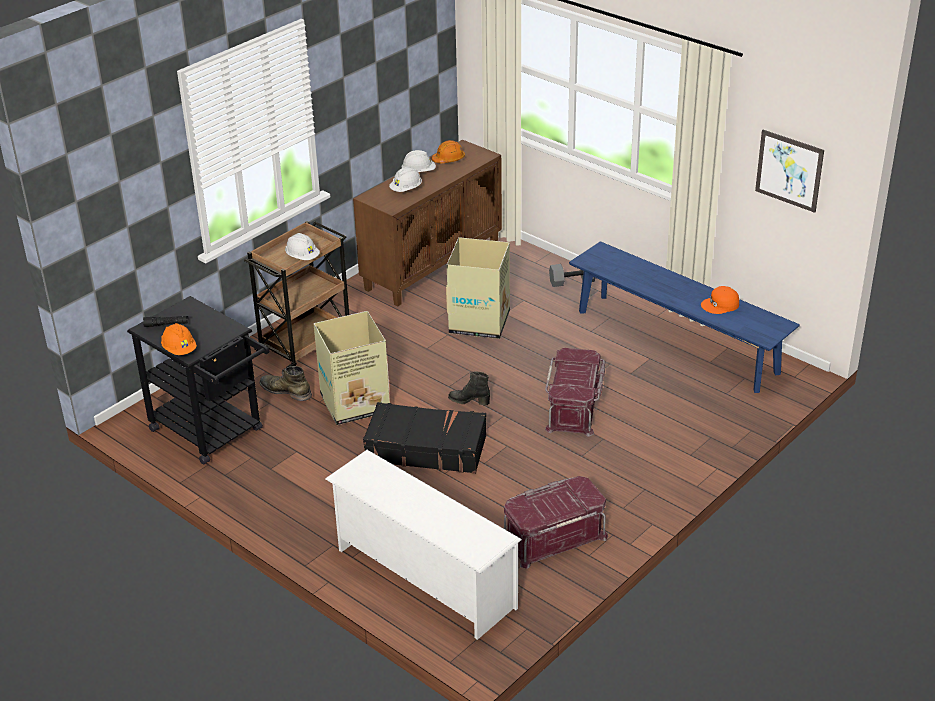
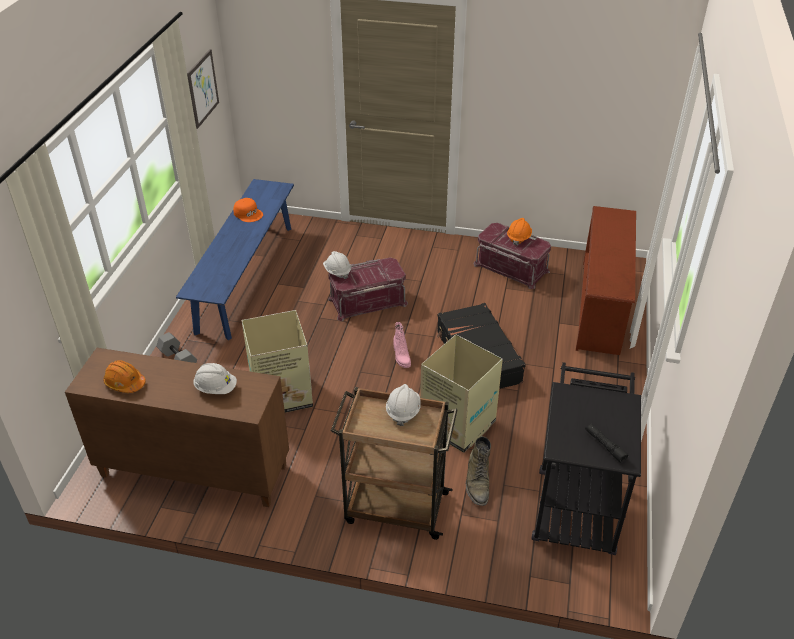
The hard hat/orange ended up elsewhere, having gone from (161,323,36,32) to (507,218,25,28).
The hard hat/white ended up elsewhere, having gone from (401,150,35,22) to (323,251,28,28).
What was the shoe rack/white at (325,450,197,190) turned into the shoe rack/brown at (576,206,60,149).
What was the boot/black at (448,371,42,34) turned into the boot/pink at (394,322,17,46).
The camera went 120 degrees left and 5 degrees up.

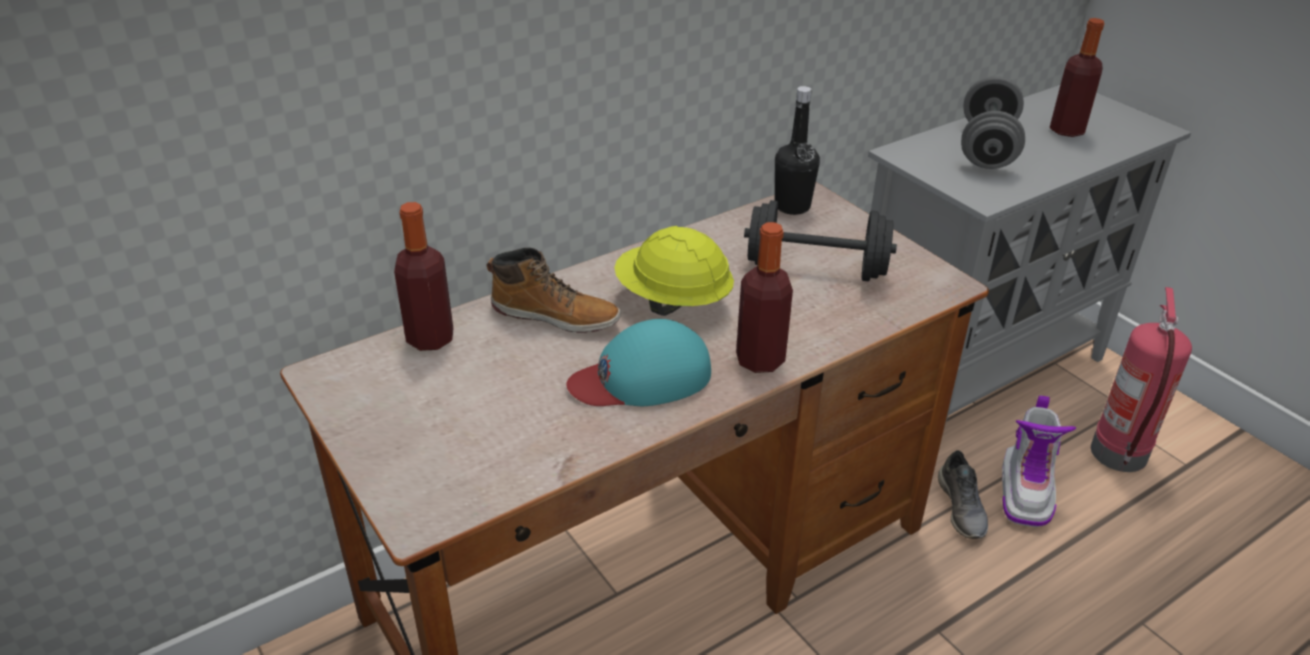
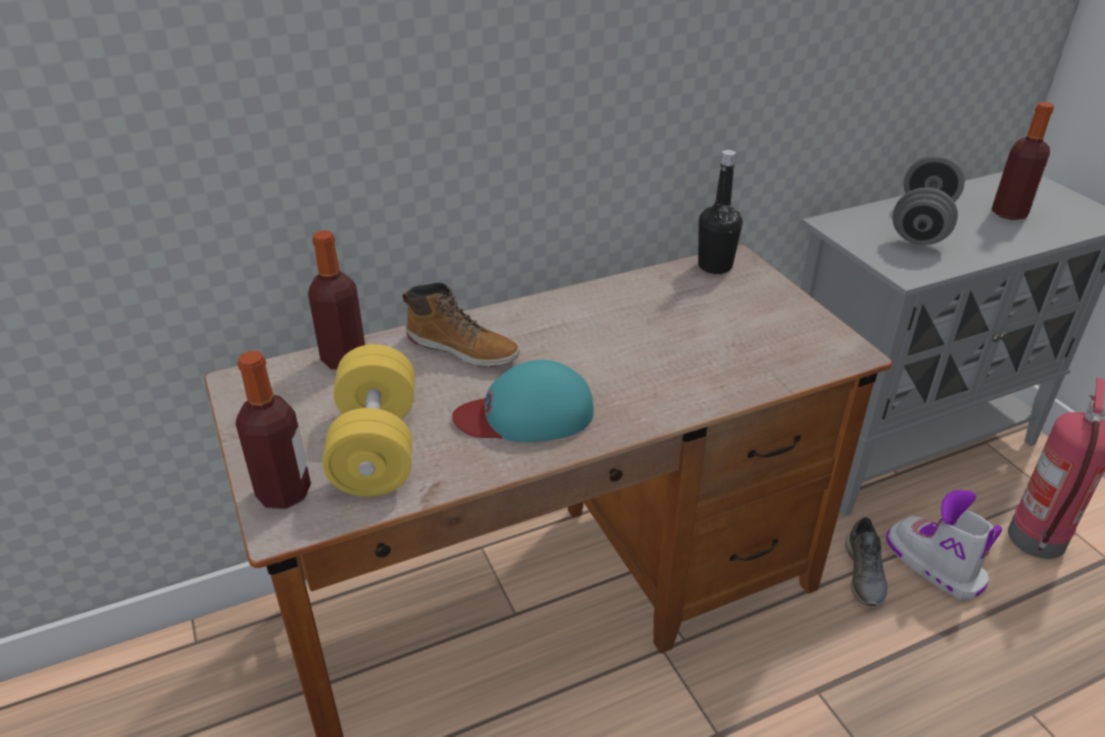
The second view lost the hard hat/yellow at (614,226,120,90).
The second view lost the dumbbell/black at (744,200,153,81).
The second view gained the dumbbell/yellow at (323,344,92,153).
The bottle ended up elsewhere, having gone from (736,222,57,151) to (235,351,76,158).
The boot at (1002,395,74,132) ended up facing another way, 120 degrees clockwise from before.
The camera went 10 degrees right and 0 degrees up.

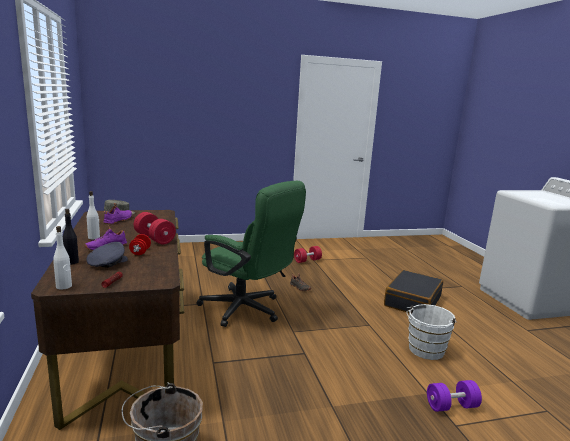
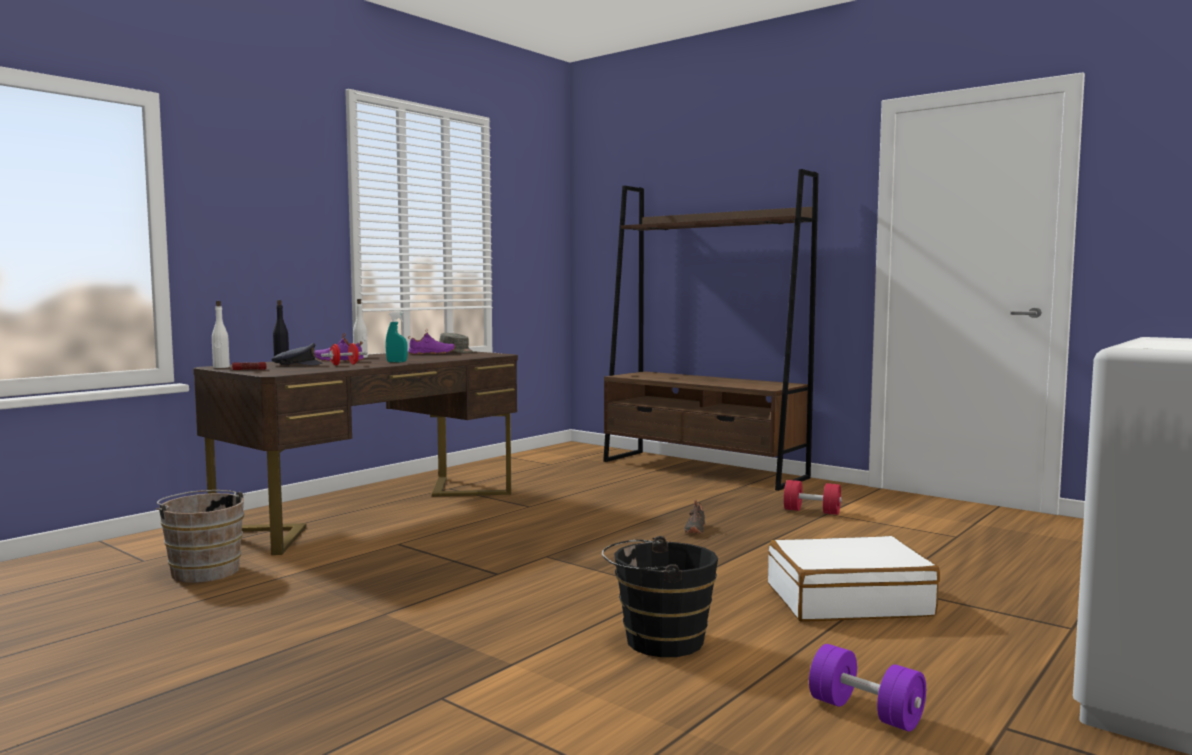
The second view lost the office chair/green at (196,181,110,146).
The second view gained the bookcase/brown at (603,169,216,322).
The dumbbell/purple ended up elsewhere, having gone from (427,380,55,32) to (809,644,117,87).
Where the dumbbell/red stood at (134,212,42,32), the spray bottle/turquoise came to stand at (385,311,22,51).
What was the suitcase/black at (384,270,59,43) turned into the suitcase/white at (768,536,172,85).
What was the bucket/white at (406,304,51,56) turned into the bucket/black at (602,536,116,121).
The camera went 55 degrees right and 10 degrees down.

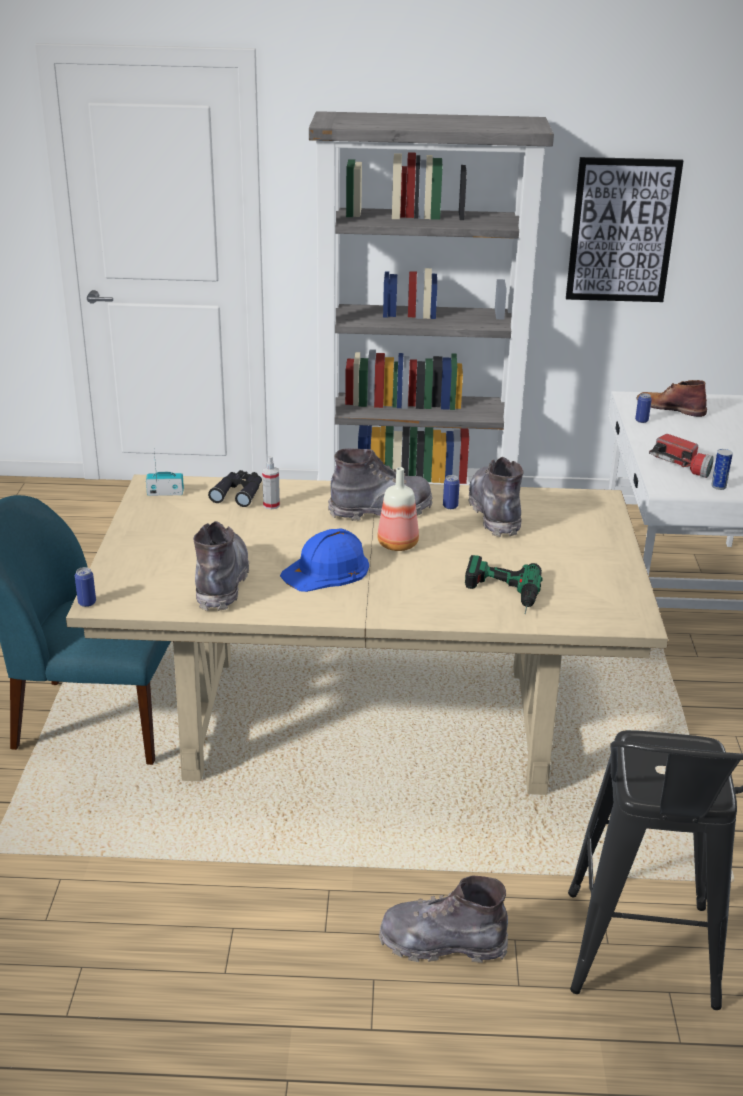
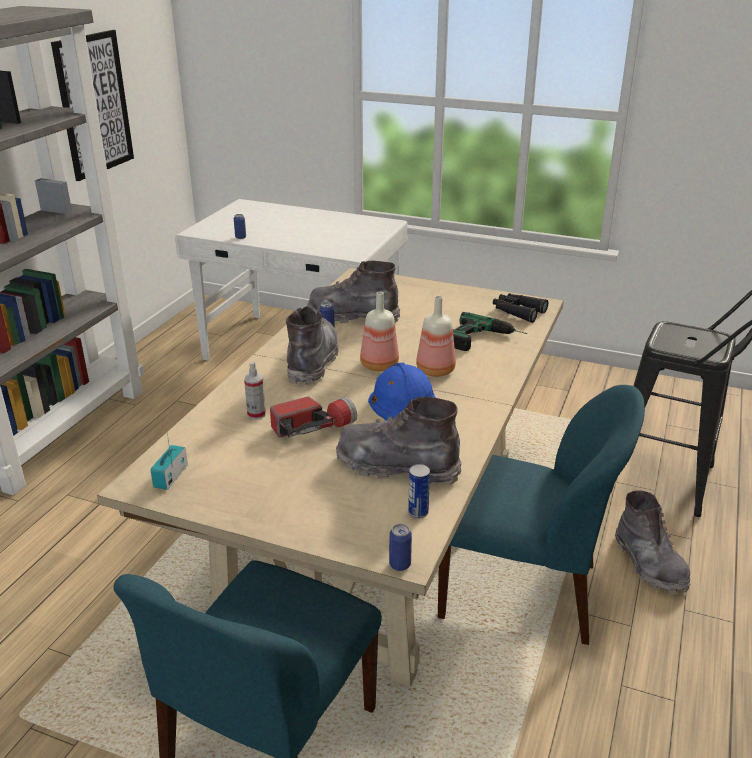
The second view lost the boot/brown at (637,380,70,37).
The second view gained the bottle at (416,296,40,81).
The second view gained the chair/blue at (438,385,207,260).
The binoculars/black ended up elsewhere, having gone from (208,470,54,37) to (493,293,55,30).
The flashlight ended up elsewhere, having gone from (649,434,65,44) to (270,396,87,42).
The can ended up elsewhere, having gone from (711,449,22,41) to (408,464,22,55).
The boot/grey at (379,875,129,88) ended up facing another way, 45 degrees counterclockwise from before.
The camera went 70 degrees left and 0 degrees up.

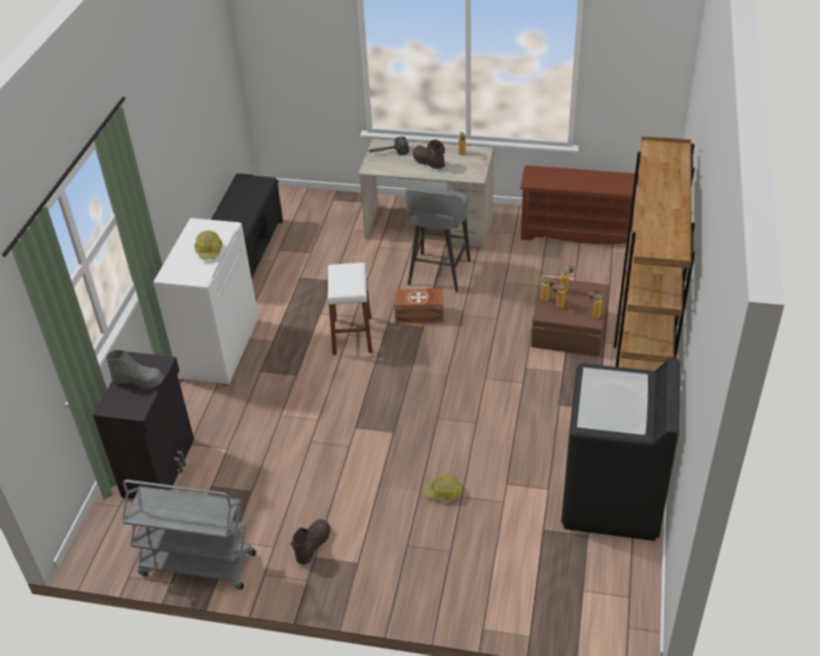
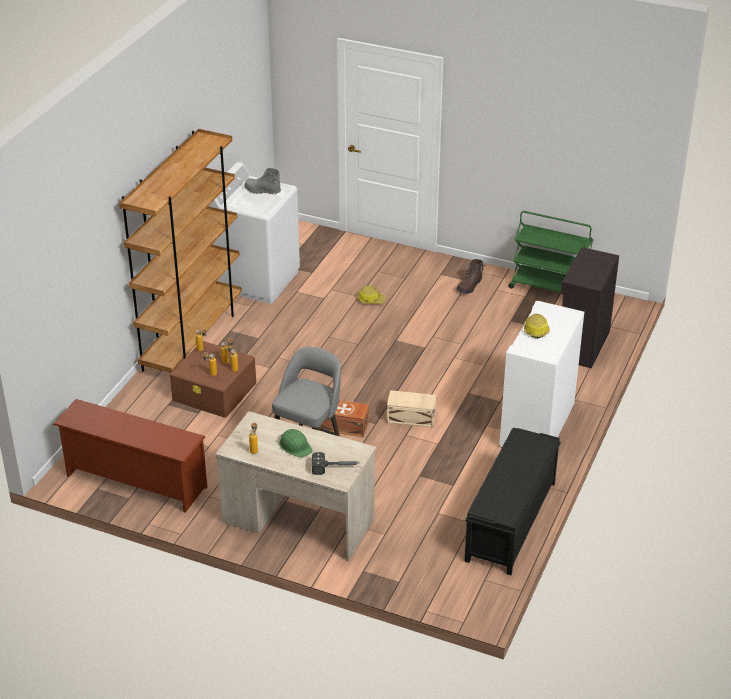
The boot/grey ended up elsewhere, having gone from (106,350,58,39) to (244,168,37,26).
Where the stool/white stood at (328,263,45,92), the storage box/beige came to stand at (387,390,49,37).
Where the boot/brown stood at (413,140,32,29), the hard hat/green came to stand at (279,429,34,29).
What was the cart/grey at (122,480,134,110) turned into the cart/green at (509,211,84,82).
What was the washing machine/black at (561,358,119,183) turned into the washing machine/white at (209,162,91,142).
The camera went 170 degrees left and 5 degrees down.

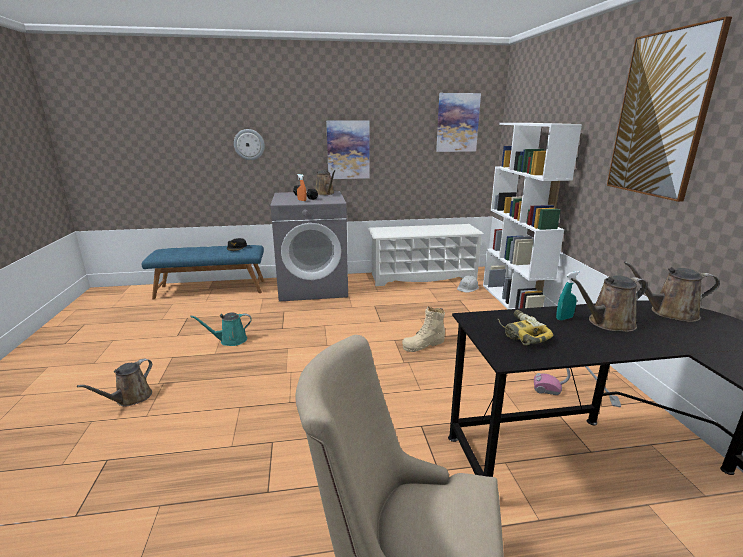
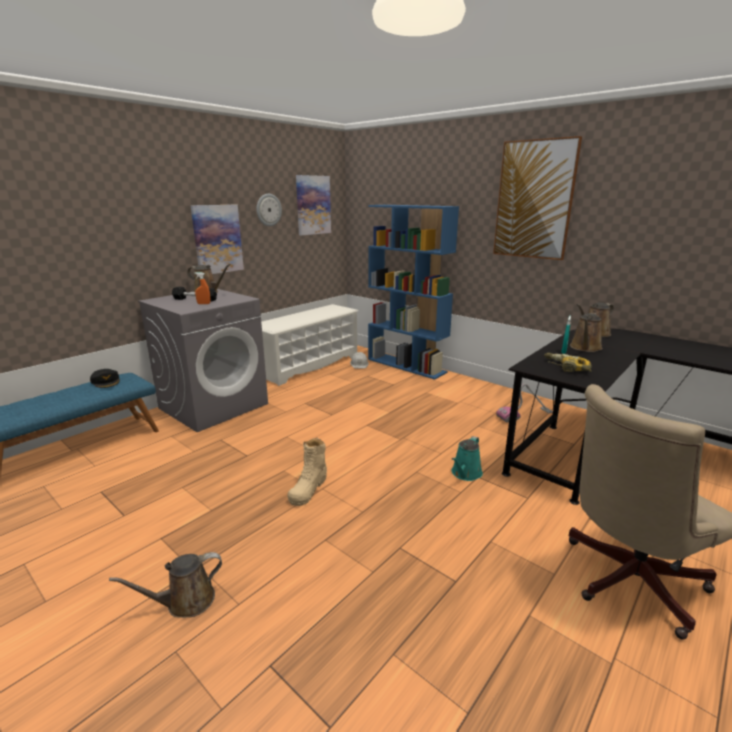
The watering can/turquoise ended up elsewhere, having gone from (190,312,62,34) to (452,436,31,45).
The wall clock ended up elsewhere, having gone from (234,129,31,31) to (256,194,26,32).
The boot/beige ended up elsewhere, having gone from (402,307,43,45) to (287,438,40,68).
What was the bookcase/white at (483,123,99,186) turned into the bookcase/blue at (368,205,91,175).
The watering can/brown at (77,359,75,47) ended up facing another way, 75 degrees clockwise from before.
The camera went 40 degrees left and 0 degrees up.

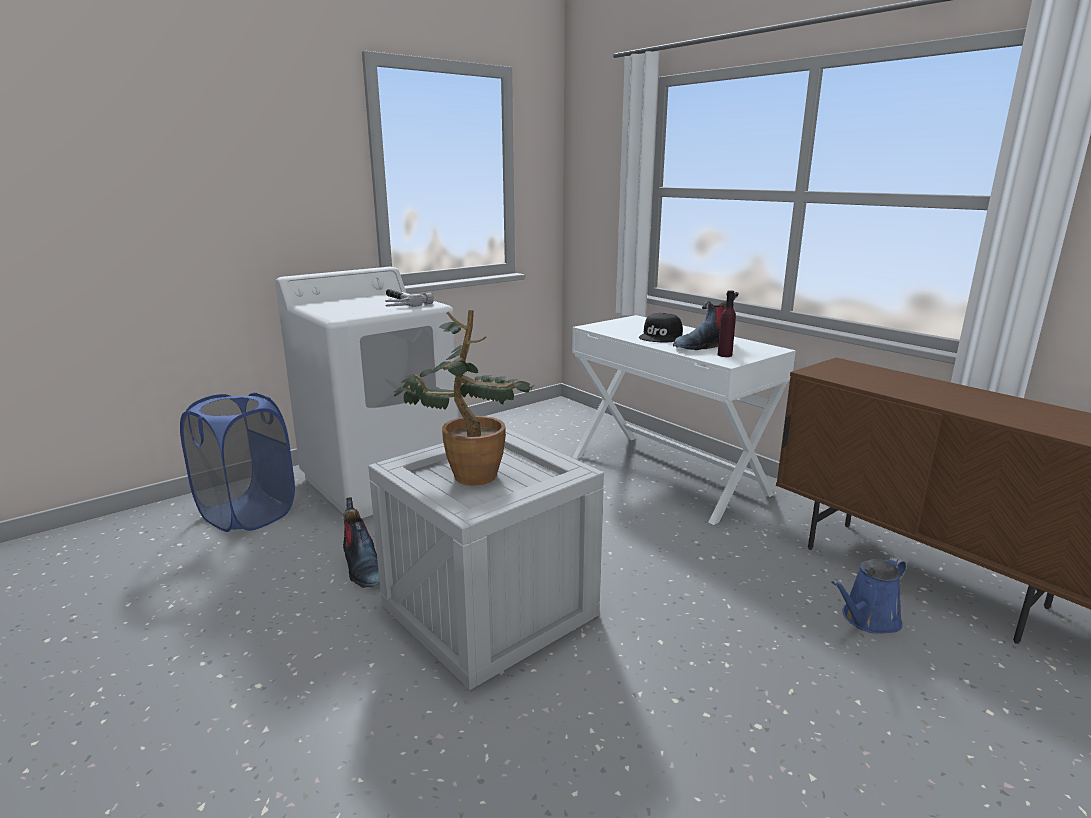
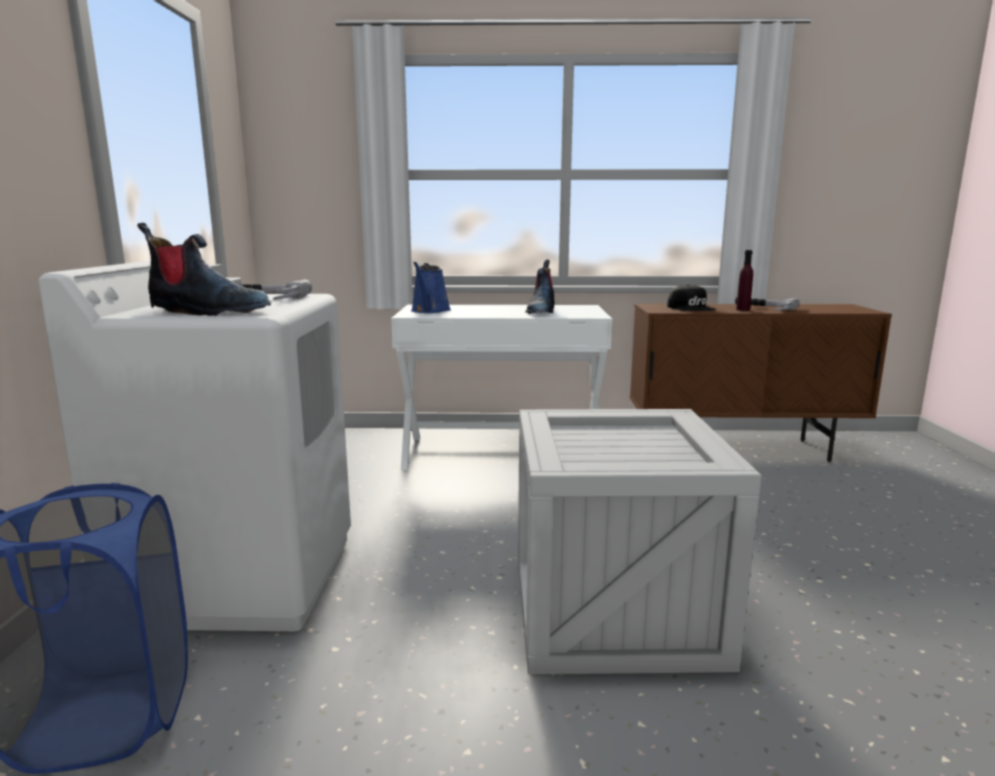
The second view lost the potted plant at (394,310,140,176).
The second view gained the hammer at (735,297,65,14).
The boot ended up elsewhere, having gone from (343,497,37,91) to (137,223,134,93).
The cap/black ended up elsewhere, having gone from (639,313,44,29) to (667,285,48,26).
The bottle/purple ended up elsewhere, having gone from (718,290,18,67) to (736,250,17,61).
The watering can/blue ended up elsewhere, having gone from (831,557,76,77) to (411,262,40,51).
The camera went 50 degrees left and 5 degrees down.

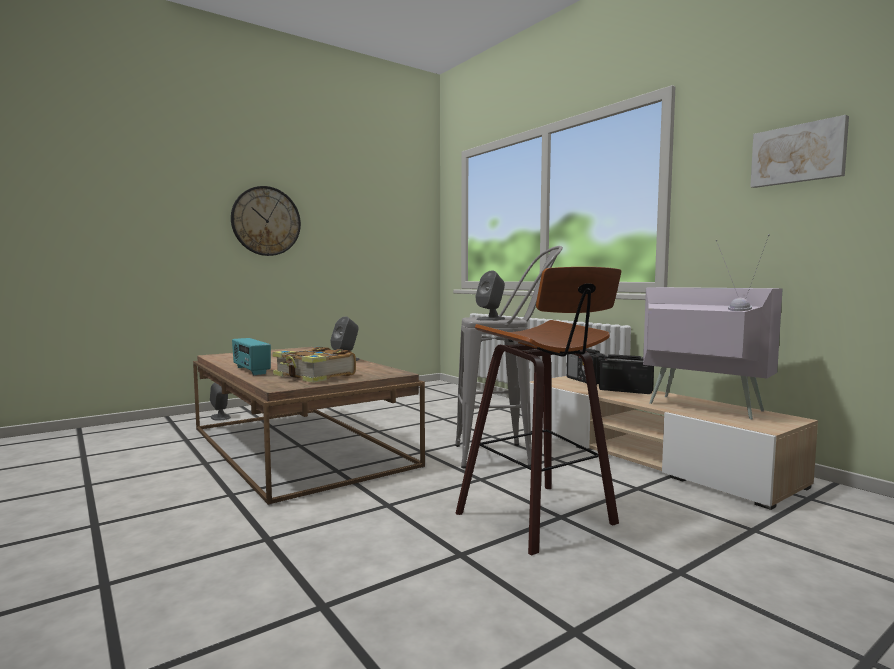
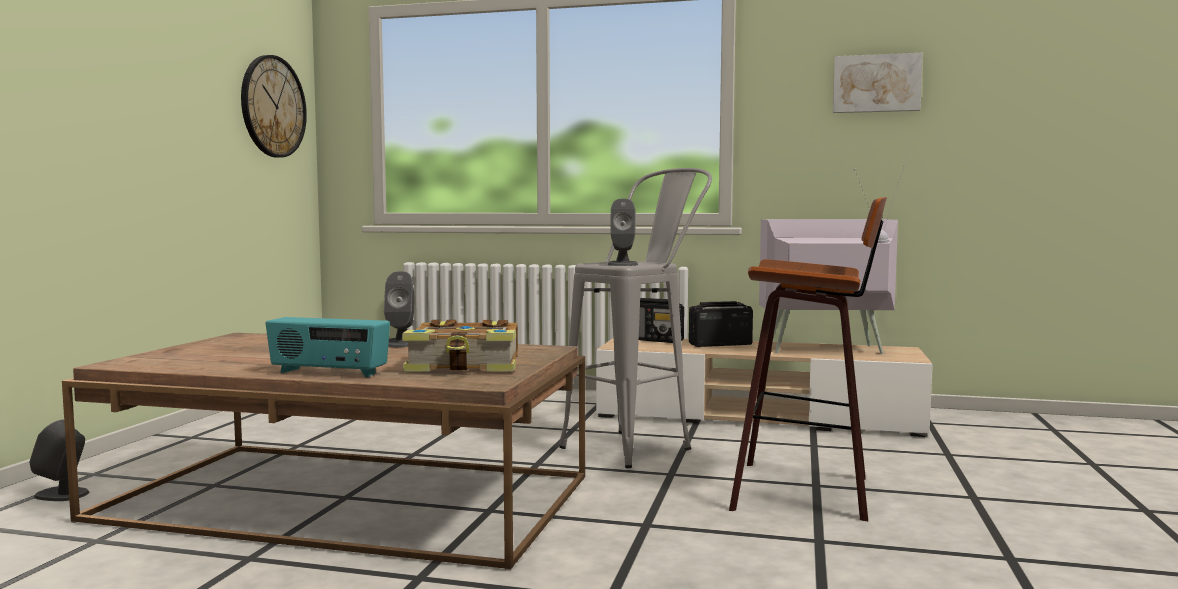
The wall clock ended up elsewhere, having gone from (231,186,70,70) to (241,55,66,102).
The camera went 40 degrees left and 0 degrees up.

